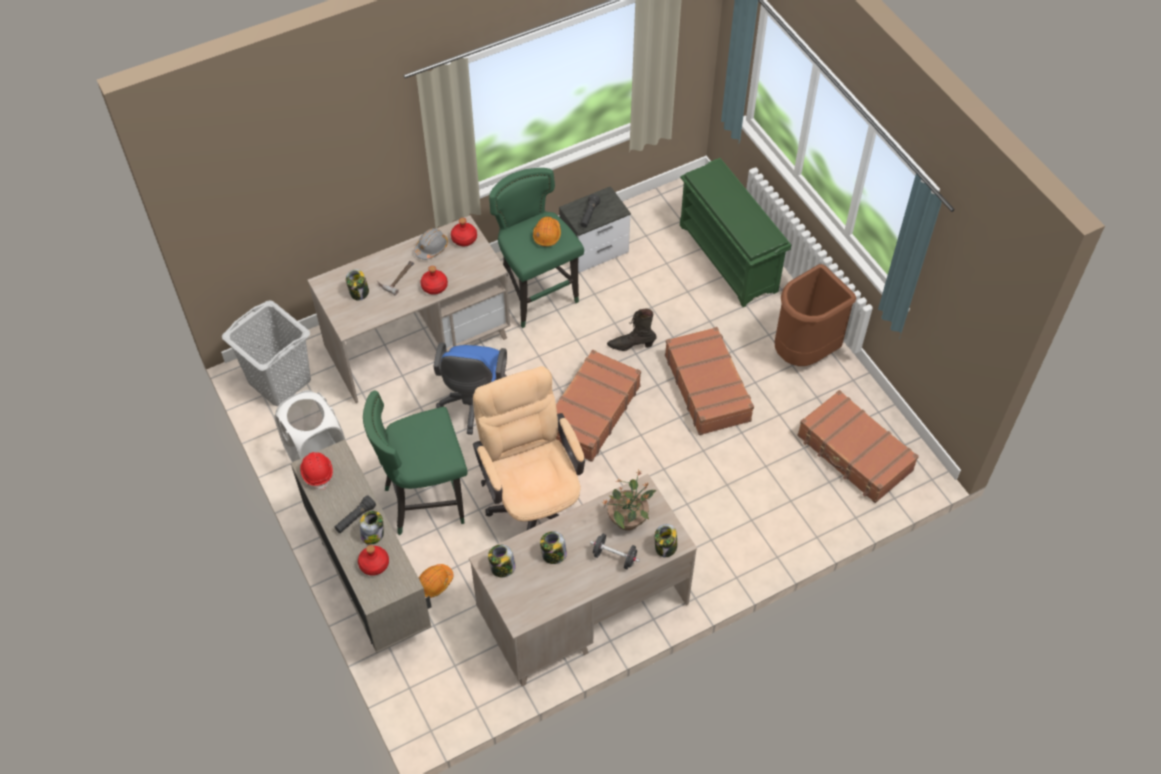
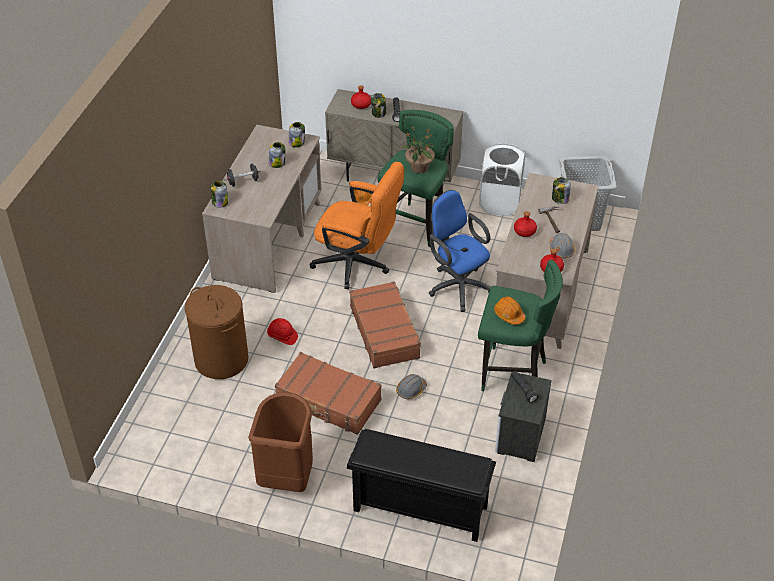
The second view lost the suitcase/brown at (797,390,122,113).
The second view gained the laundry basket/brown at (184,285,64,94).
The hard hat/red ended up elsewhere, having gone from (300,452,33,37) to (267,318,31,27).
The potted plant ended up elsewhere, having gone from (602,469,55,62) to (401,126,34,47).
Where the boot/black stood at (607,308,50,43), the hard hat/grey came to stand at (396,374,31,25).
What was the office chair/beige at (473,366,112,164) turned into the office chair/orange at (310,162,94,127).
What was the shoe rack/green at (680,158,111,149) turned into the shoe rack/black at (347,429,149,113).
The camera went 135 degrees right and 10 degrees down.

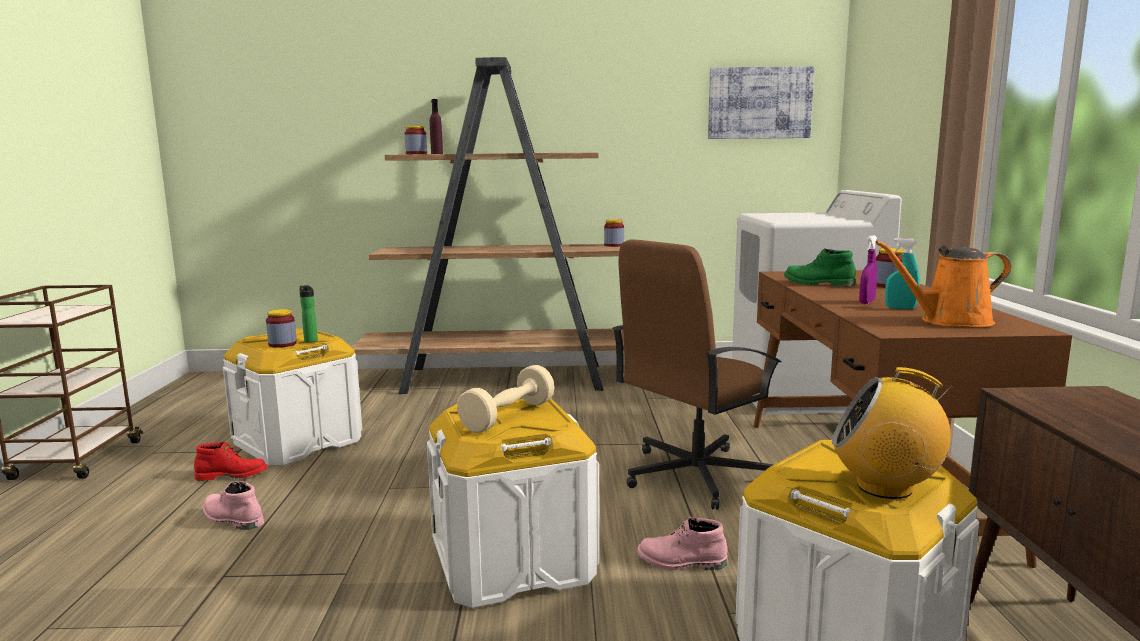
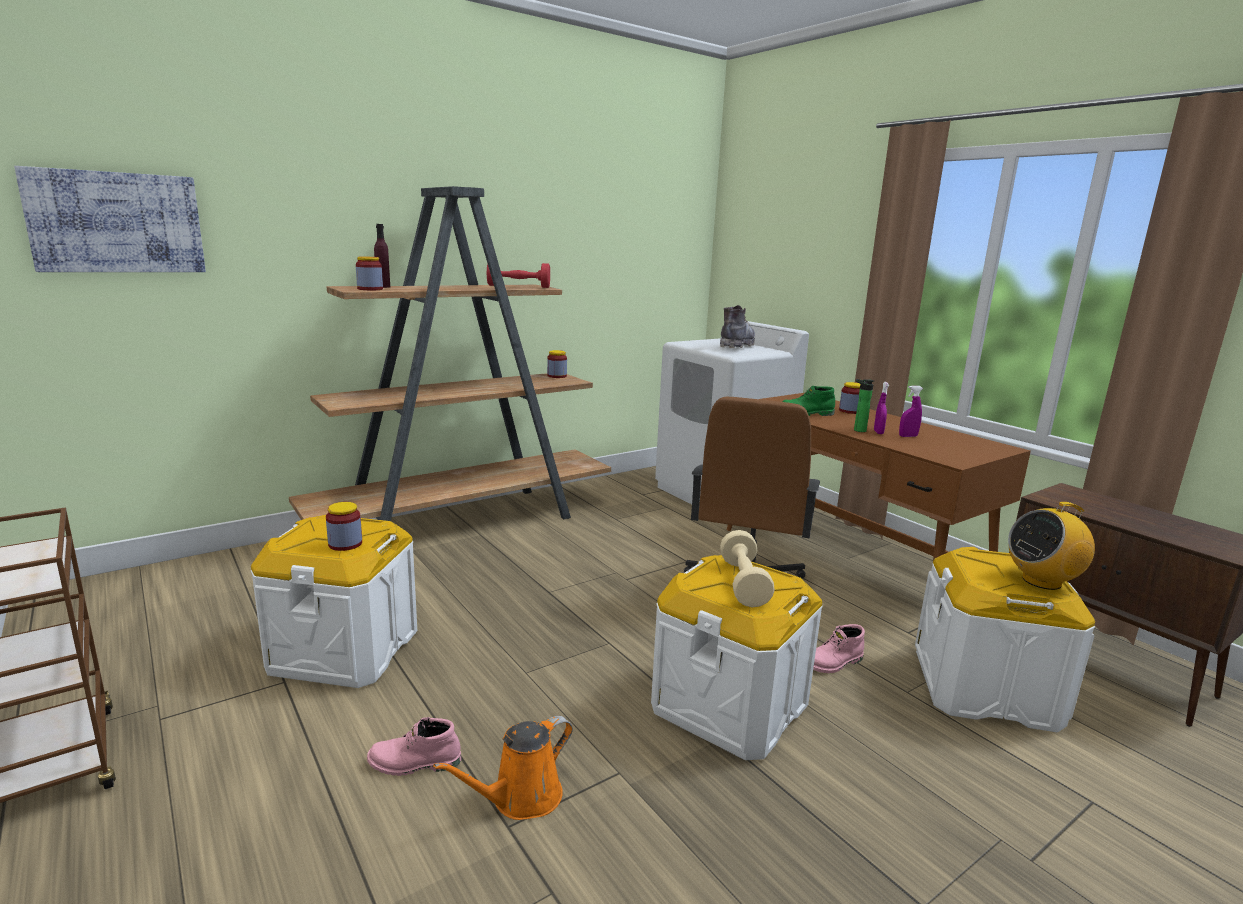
The second view lost the boot/red at (194,442,74,39).
The second view gained the dumbbell/red at (487,263,63,25).
The second view gained the boot/grey at (720,305,35,43).
The bottle ended up elsewhere, having gone from (299,285,19,57) to (854,379,20,53).
The picture ended up elsewhere, having gone from (708,66,106,73) to (14,166,192,106).
The watering can/orange ended up elsewhere, having gone from (875,241,136,86) to (433,716,140,104).
What was the spray bottle/turquoise at (885,238,35,71) turned into the spray bottle/purple at (899,386,24,51).
The camera went 35 degrees left and 5 degrees up.

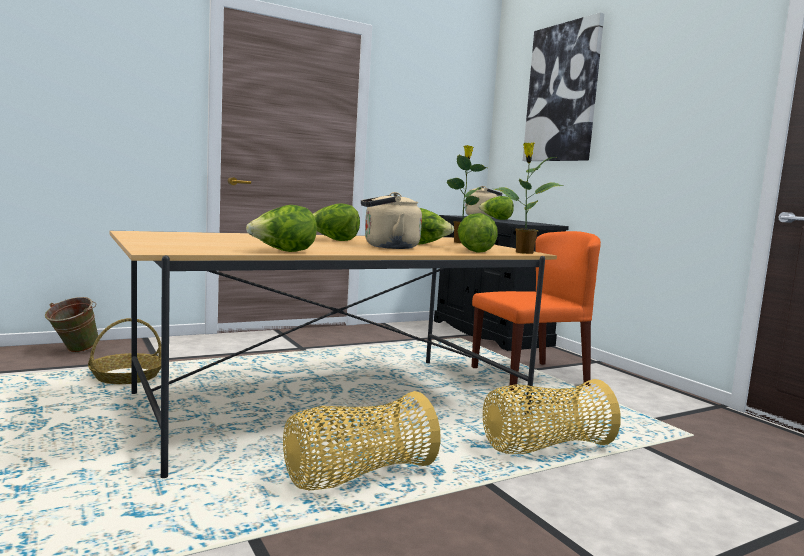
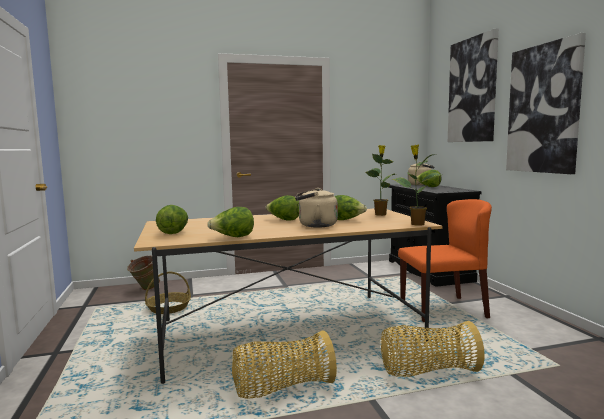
The second view gained the picture at (506,33,80,141).
The lettuce ended up elsewhere, having gone from (458,213,40,40) to (156,205,32,29).
The camera went 15 degrees right and 0 degrees up.

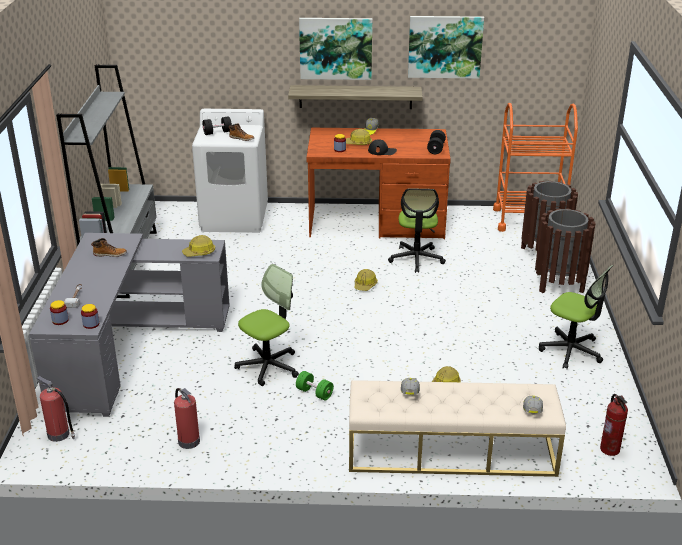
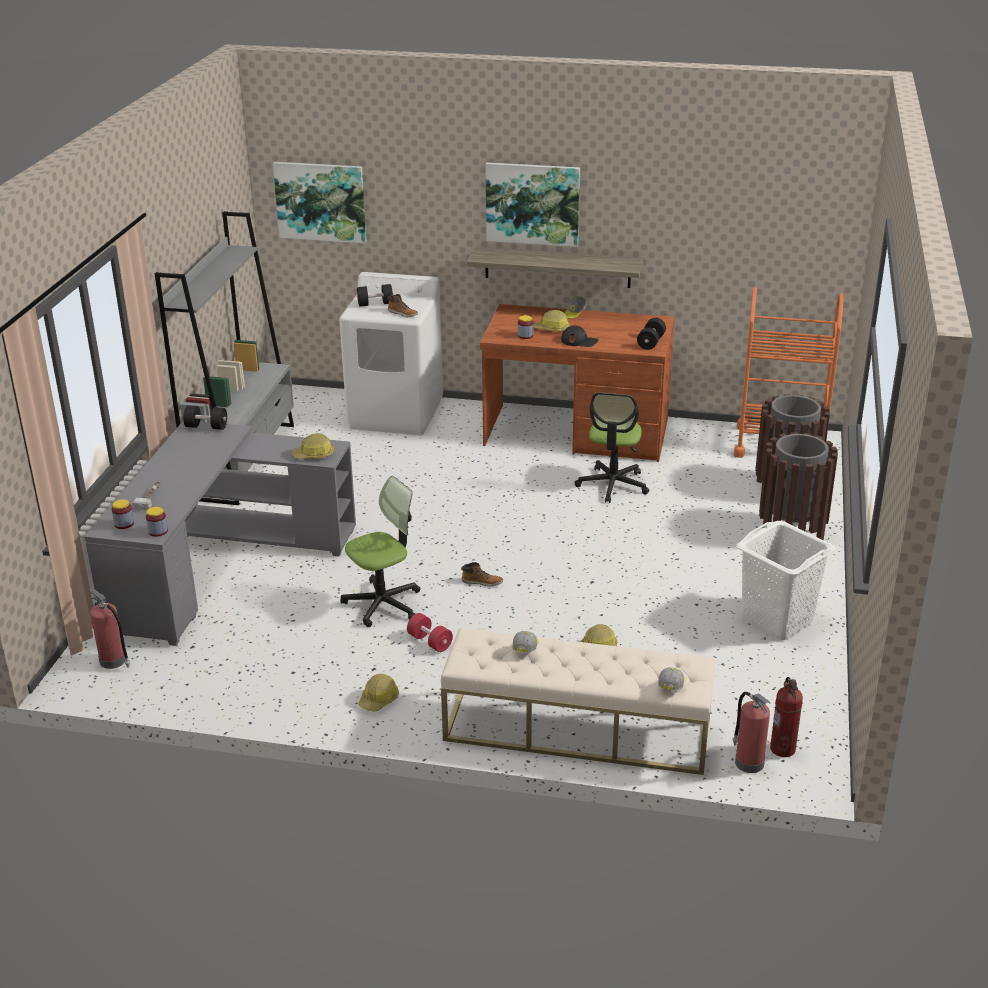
The second view gained the dumbbell/black at (183,405,44,25).
The boot ended up elsewhere, having gone from (91,238,36,19) to (461,562,42,24).
The fire extinguisher ended up elsewhere, having gone from (174,388,26,61) to (733,692,38,81).
The hard hat ended up elsewhere, having gone from (354,269,24,22) to (358,674,41,38).
The picture ended up elsewhere, having gone from (408,16,76,63) to (273,162,93,81).
Where the office chair stood at (539,265,74,104), the laundry basket/white came to stand at (736,521,100,119).
What was the dumbbell/green at (296,371,38,29) turned into the dumbbell/red at (407,613,46,39).
The camera went 10 degrees right and 0 degrees up.

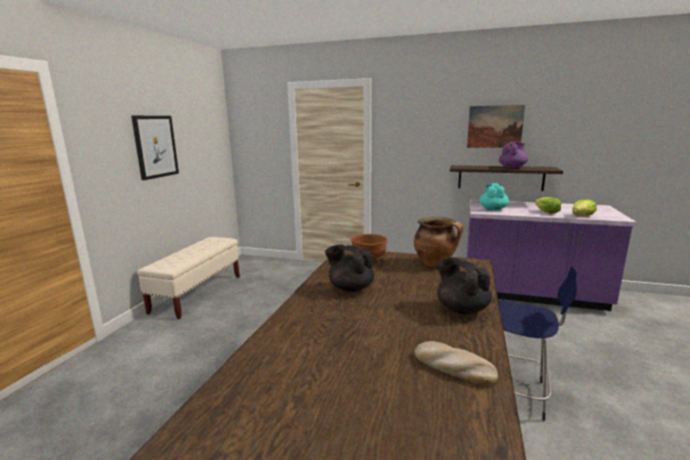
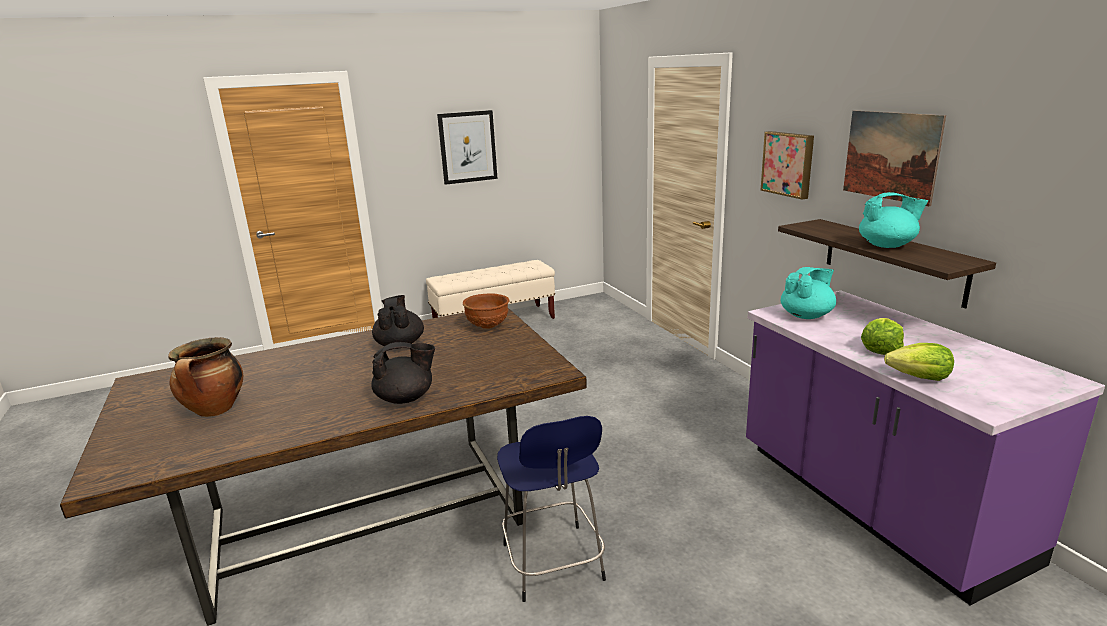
The second view lost the bread at (415,341,83,45).
The second view gained the picture at (760,131,54,69).
The cooking pot ended up elsewhere, having gone from (414,217,49,50) to (168,337,75,80).
What was the teapot/purple at (499,142,29,26) turned into the teapot/turquoise at (859,192,69,56).
The teapot/black at (437,258,55,56) ended up facing another way, 60 degrees clockwise from before.
The camera went 50 degrees right and 5 degrees up.

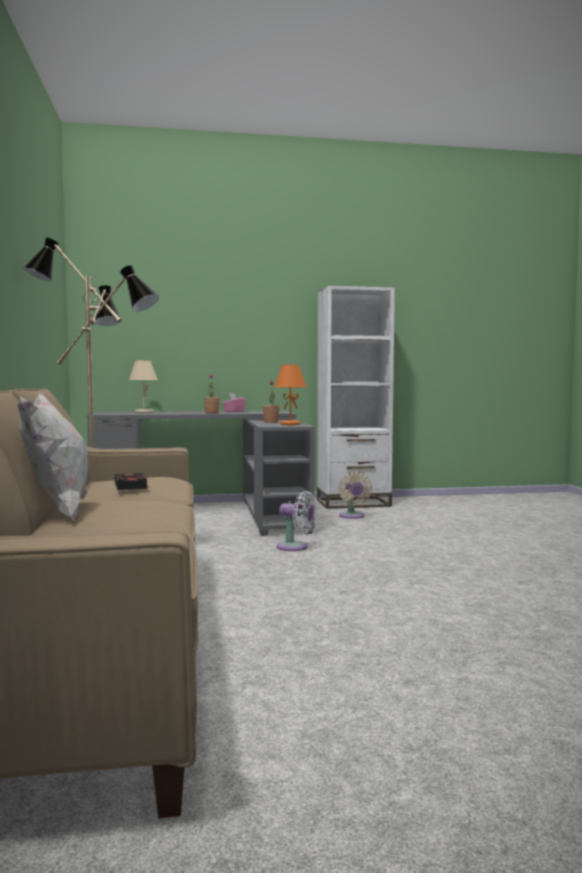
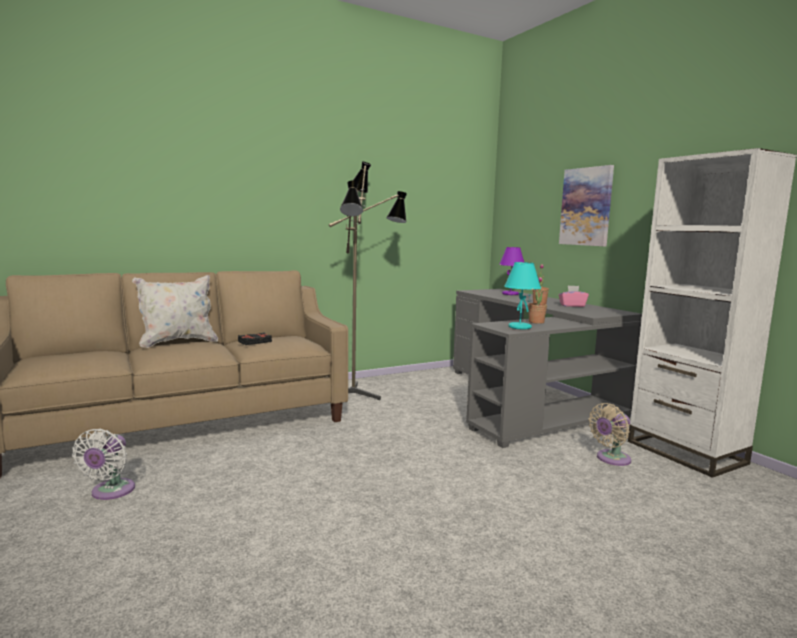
The second view gained the picture at (559,165,55,81).
The fan/white ended up elsewhere, having gone from (277,491,40,60) to (72,429,63,71).
What was the table lamp/beige at (129,360,29,53) turned into the table lamp/purple at (499,247,25,48).
What was the table lamp/orange at (274,365,33,60) turned into the table lamp/turquoise at (504,262,37,67).
The camera went 70 degrees right and 5 degrees up.

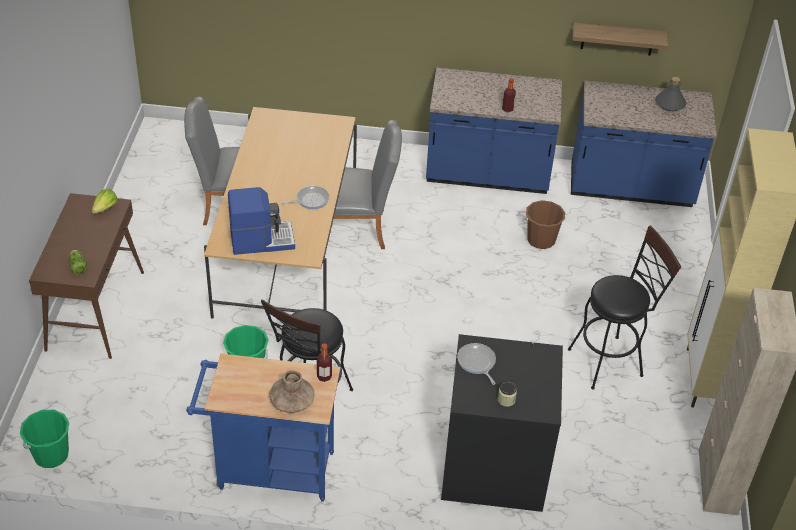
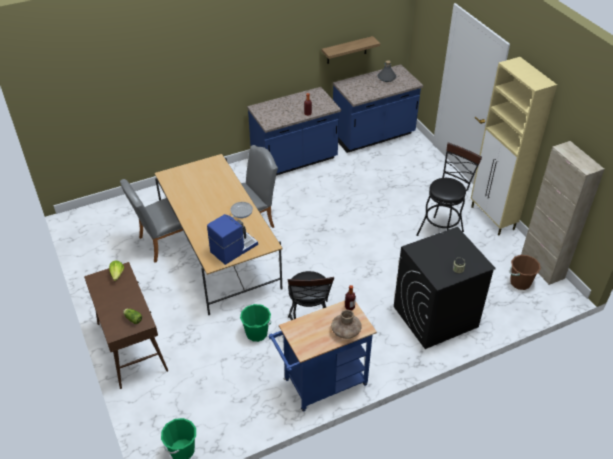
The second view lost the frying pan at (457,343,39,42).
The bucket/brown ended up elsewhere, having gone from (524,200,41,49) to (509,255,32,35).
The camera went 30 degrees left and 0 degrees up.

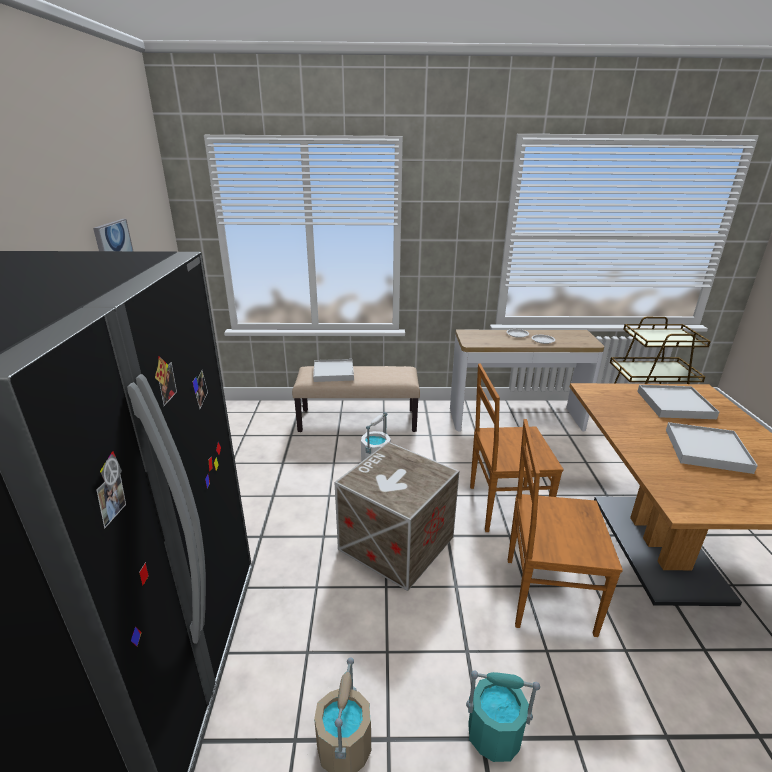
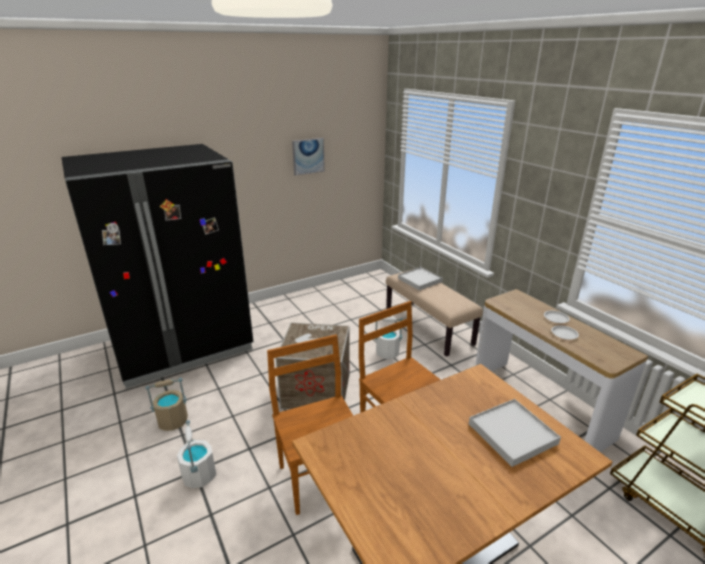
The second view lost the tray/white at (666,422,92,52).
What was the bucket/turquoise at (466,671,74,91) turned into the bucket/white at (177,420,40,68).
The camera went 60 degrees right and 0 degrees up.

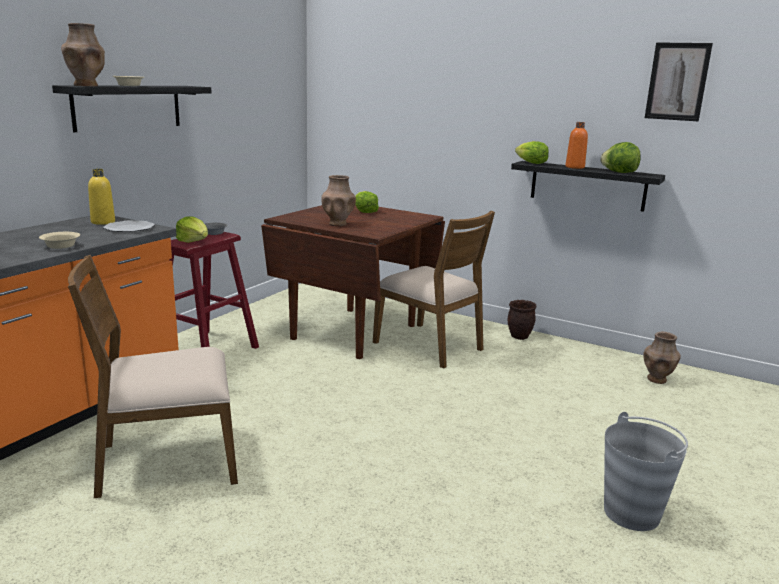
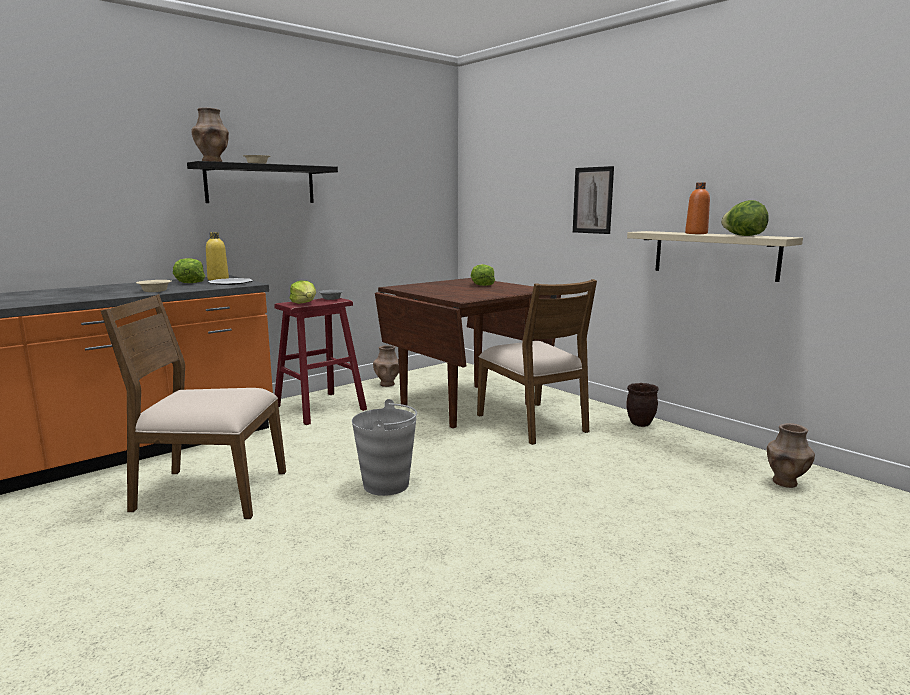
The vase/brown ended up elsewhere, having gone from (322,175,34,51) to (373,345,26,42).
The lettuce ended up elsewhere, having gone from (515,141,34,23) to (173,258,32,25).
The bucket/grey ended up elsewhere, having gone from (604,412,84,119) to (352,399,65,97).
The picture ended up elsewhere, having gone from (645,42,68,79) to (573,166,41,68).
What was the shelf/black at (511,161,154,51) turned into the shelf/beige at (627,231,176,51).
The camera went 20 degrees right and 5 degrees down.

